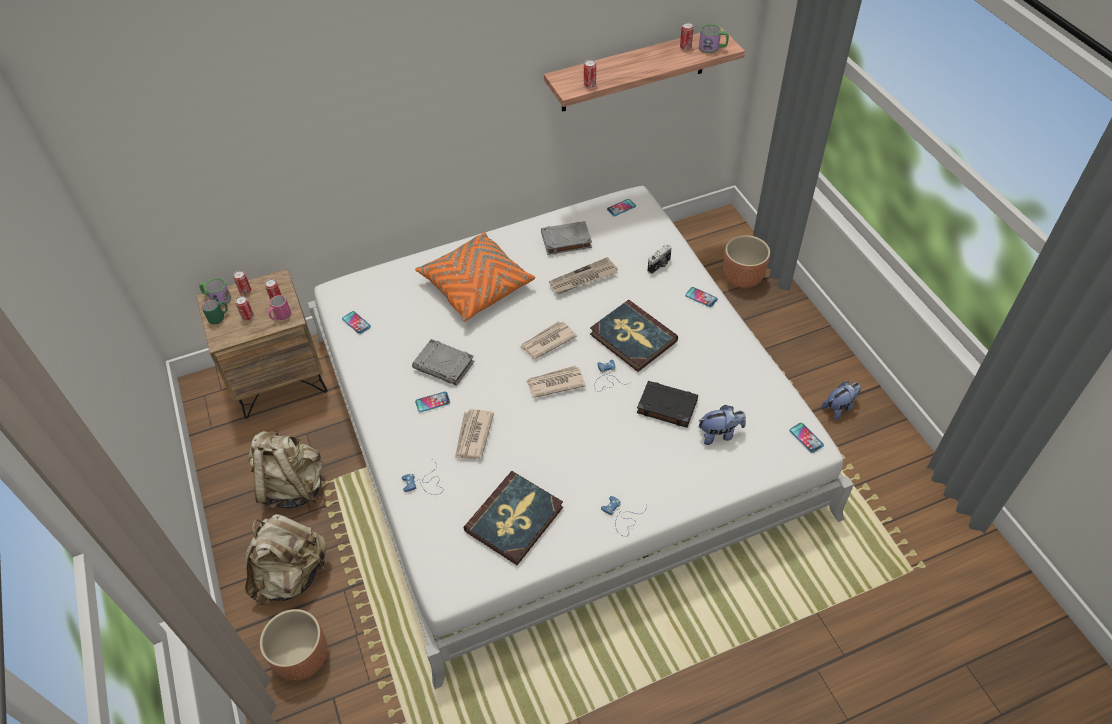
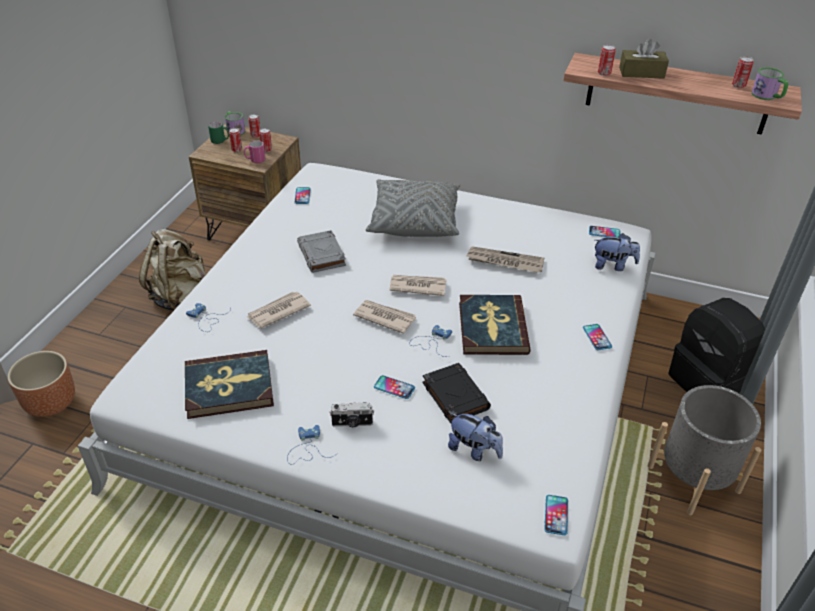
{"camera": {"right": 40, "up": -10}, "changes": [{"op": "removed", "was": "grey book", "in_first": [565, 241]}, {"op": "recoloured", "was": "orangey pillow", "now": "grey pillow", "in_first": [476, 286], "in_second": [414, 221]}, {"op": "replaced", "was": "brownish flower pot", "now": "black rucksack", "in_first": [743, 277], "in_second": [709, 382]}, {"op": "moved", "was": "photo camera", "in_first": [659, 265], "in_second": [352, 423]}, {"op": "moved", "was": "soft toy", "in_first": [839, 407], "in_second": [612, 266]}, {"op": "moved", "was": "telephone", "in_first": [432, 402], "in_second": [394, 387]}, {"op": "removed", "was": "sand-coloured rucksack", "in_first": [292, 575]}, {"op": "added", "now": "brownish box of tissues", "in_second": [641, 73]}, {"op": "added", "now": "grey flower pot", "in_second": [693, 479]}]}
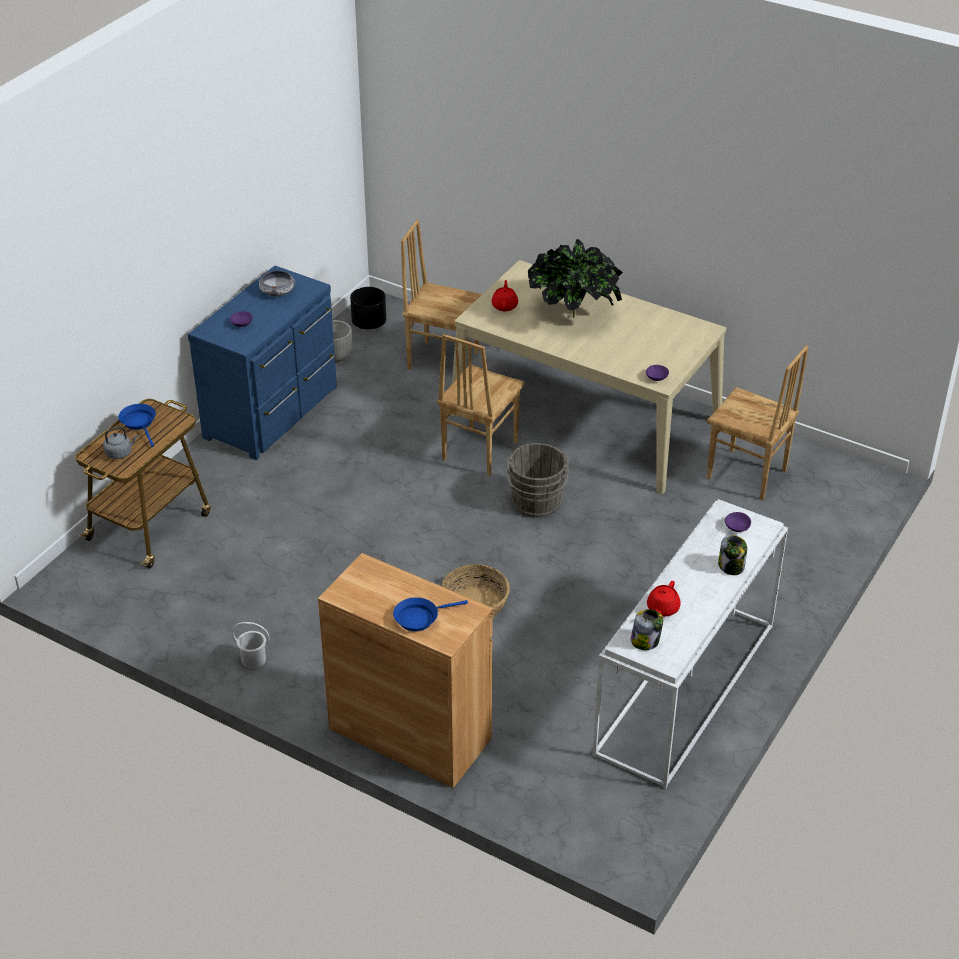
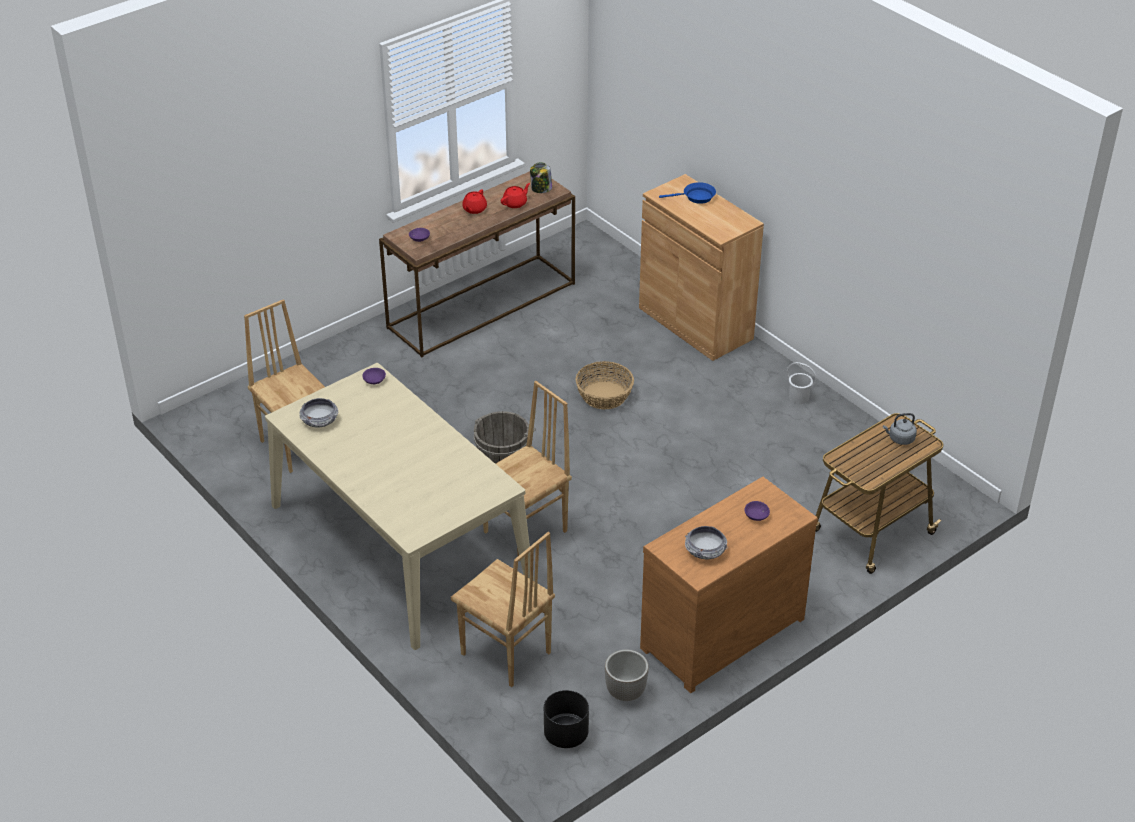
{"camera": {"right": -160, "up": 0}, "changes": [{"op": "removed", "was": "houseplant", "in_first": [573, 315]}, {"op": "recoloured", "was": "bluish dresser", "now": "brownish dresser", "in_first": [274, 413], "in_second": [718, 631]}, {"op": "moved", "was": "reddish pot for tea", "in_first": [505, 305], "in_second": [474, 209]}, {"op": "removed", "was": "bluish frying pan", "in_first": [139, 423]}, {"op": "recoloured", "was": "whitish console table", "now": "brownish console table", "in_first": [686, 690], "in_second": [482, 304]}, {"op": "removed", "was": "jar", "in_first": [731, 566]}, {"op": "added", "now": "deep dish", "in_second": [319, 420]}]}
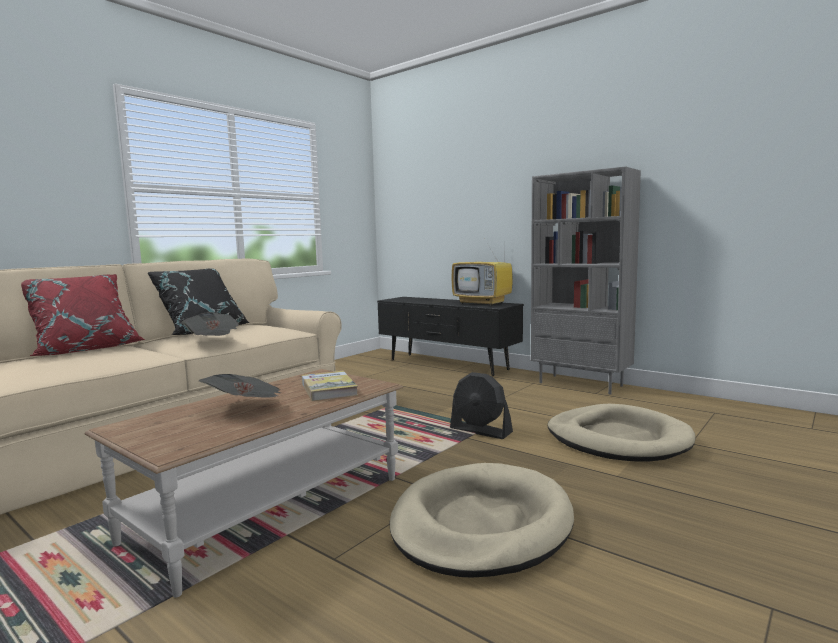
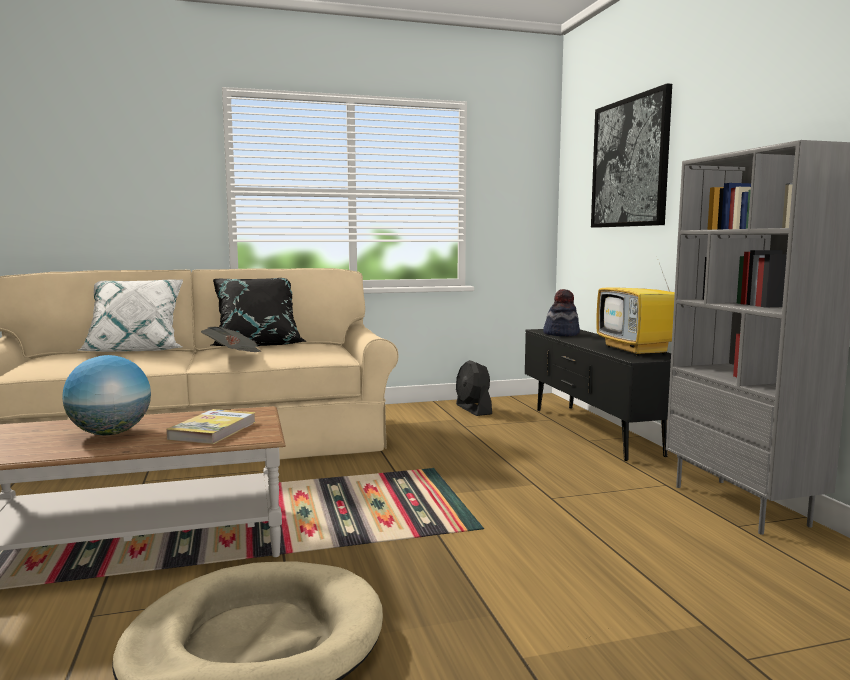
{"camera": {"right": 35, "up": 0}, "changes": [{"op": "recoloured", "was": "reddish pillow", "now": "whitish pillow", "in_first": [84, 349], "in_second": [136, 350]}, {"op": "moved", "was": "black cooling fan", "in_first": [481, 431], "in_second": [473, 409]}, {"op": "replaced", "was": "printed paper", "now": "desk globe", "in_first": [246, 408], "in_second": [111, 433]}, {"op": "removed", "was": "sand-coloured dog bed", "in_first": [617, 439]}, {"op": "added", "now": "wall picture", "in_second": [630, 163]}, {"op": "added", "now": "clothing hat", "in_second": [561, 334]}]}
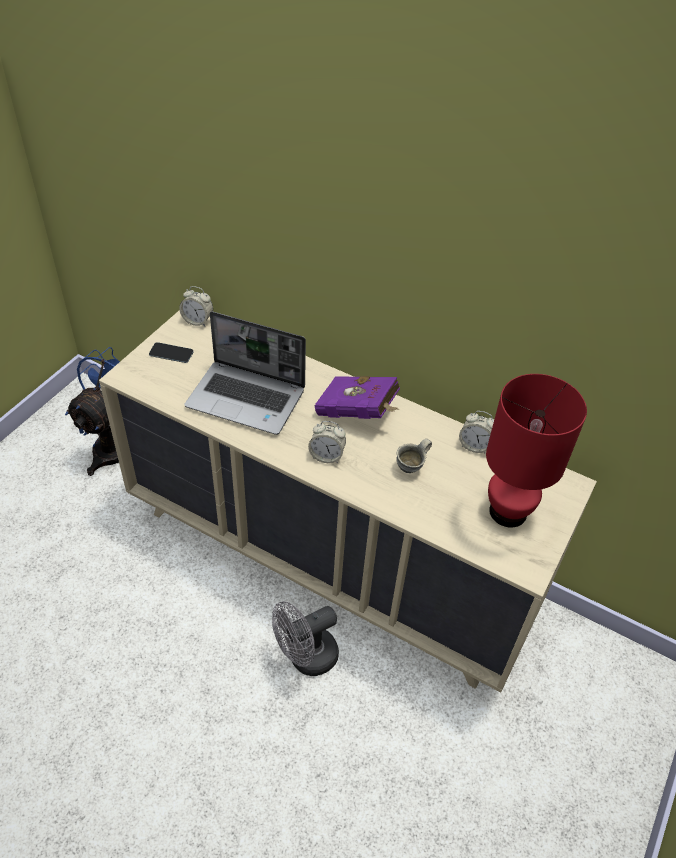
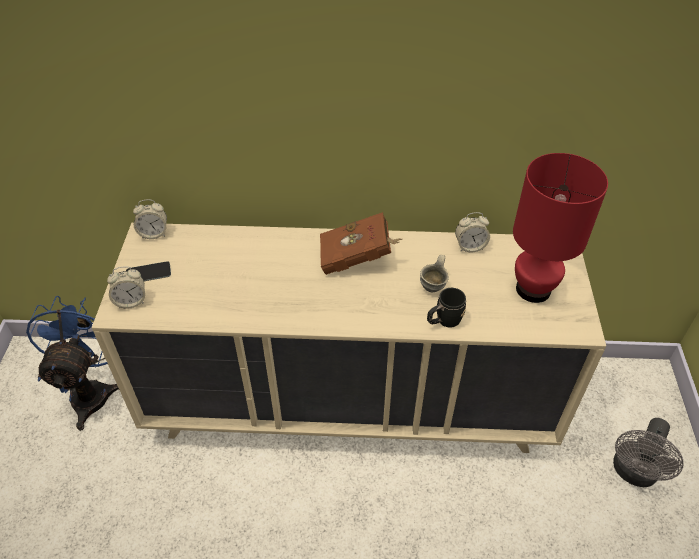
{"camera": {"right": -25, "up": 0}, "changes": [{"op": "removed", "was": "laptop", "in_first": [247, 398]}, {"op": "recoloured", "was": "purple book", "now": "brownish book", "in_first": [359, 413], "in_second": [358, 258]}, {"op": "moved", "was": "table clock", "in_first": [326, 456], "in_second": [131, 301]}, {"op": "moved", "was": "grey cooling fan", "in_first": [306, 658], "in_second": [633, 473]}, {"op": "added", "now": "black coffee mug", "in_second": [444, 321]}]}
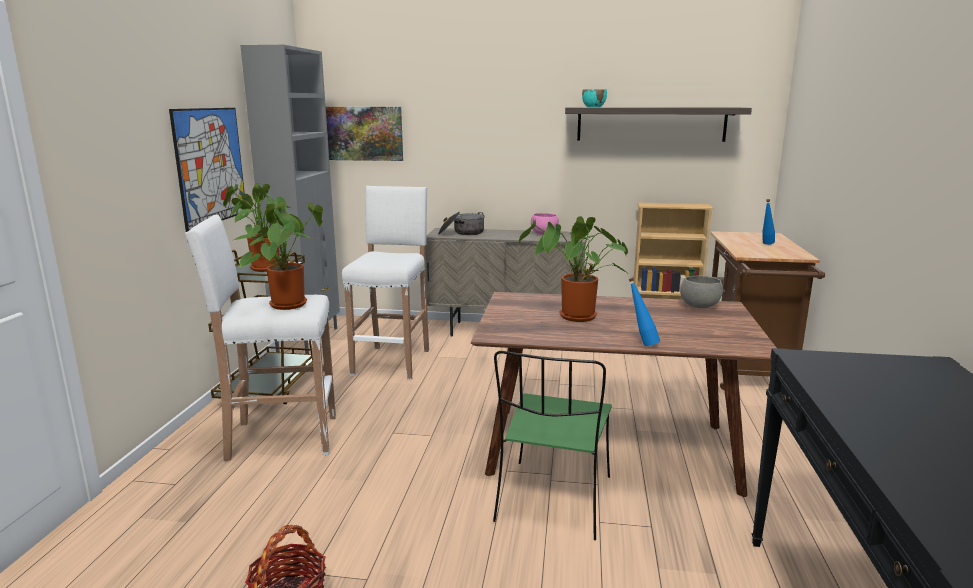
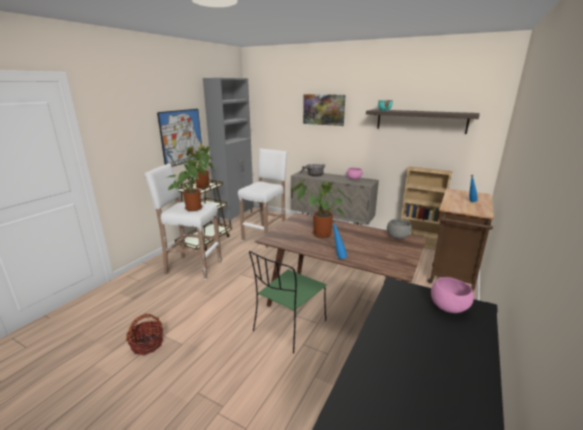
{"camera": {"right": 20, "up": 5}, "changes": [{"op": "moved", "was": "wall picture", "in_first": [364, 133], "in_second": [324, 109]}, {"op": "added", "now": "pinkish deep dish", "in_second": [448, 307]}]}
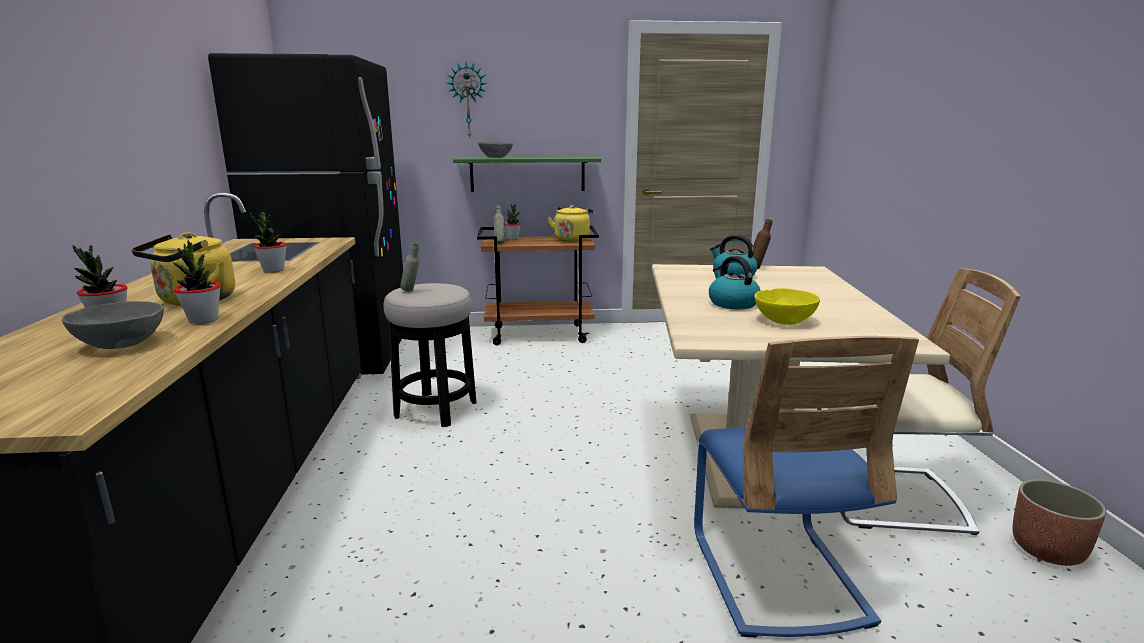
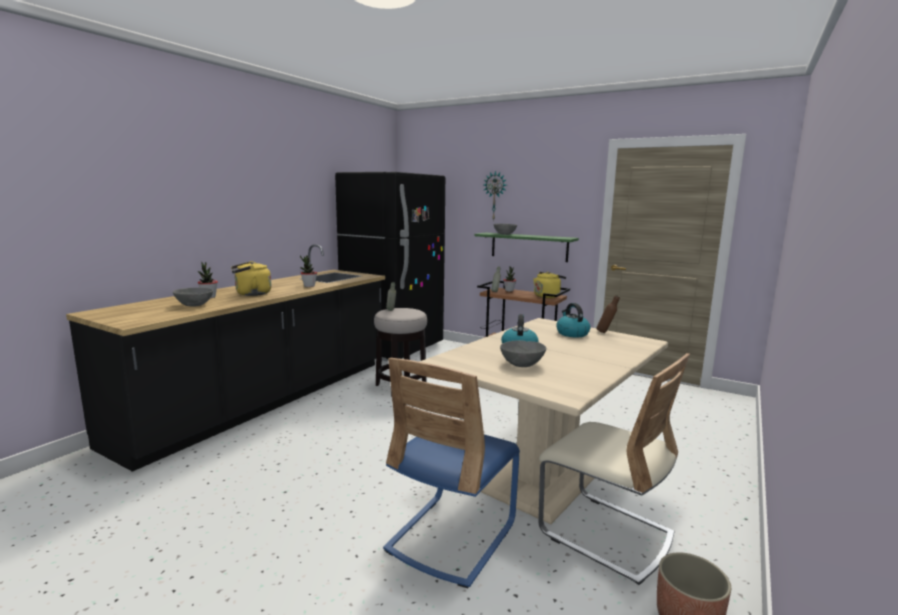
{"camera": {"right": 35, "up": -5}, "changes": [{"op": "removed", "was": "houseplant", "in_first": [203, 320]}, {"op": "recoloured", "was": "yellowish deep dish", "now": "grey deep dish", "in_first": [784, 321], "in_second": [522, 364]}]}
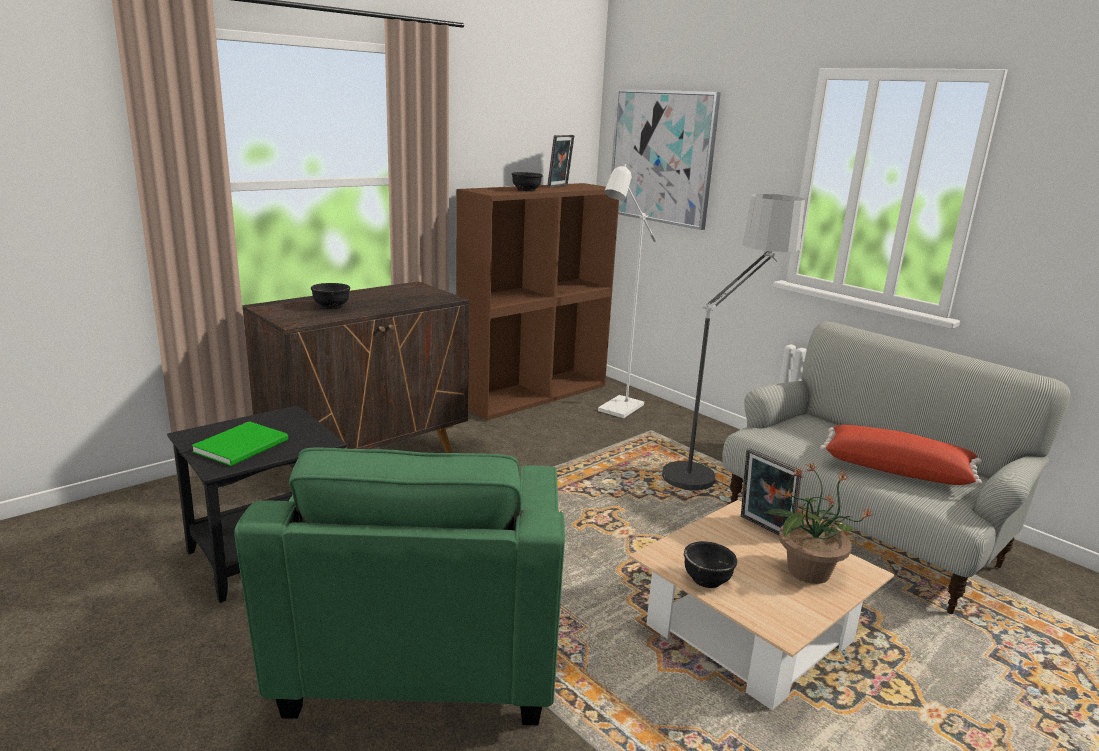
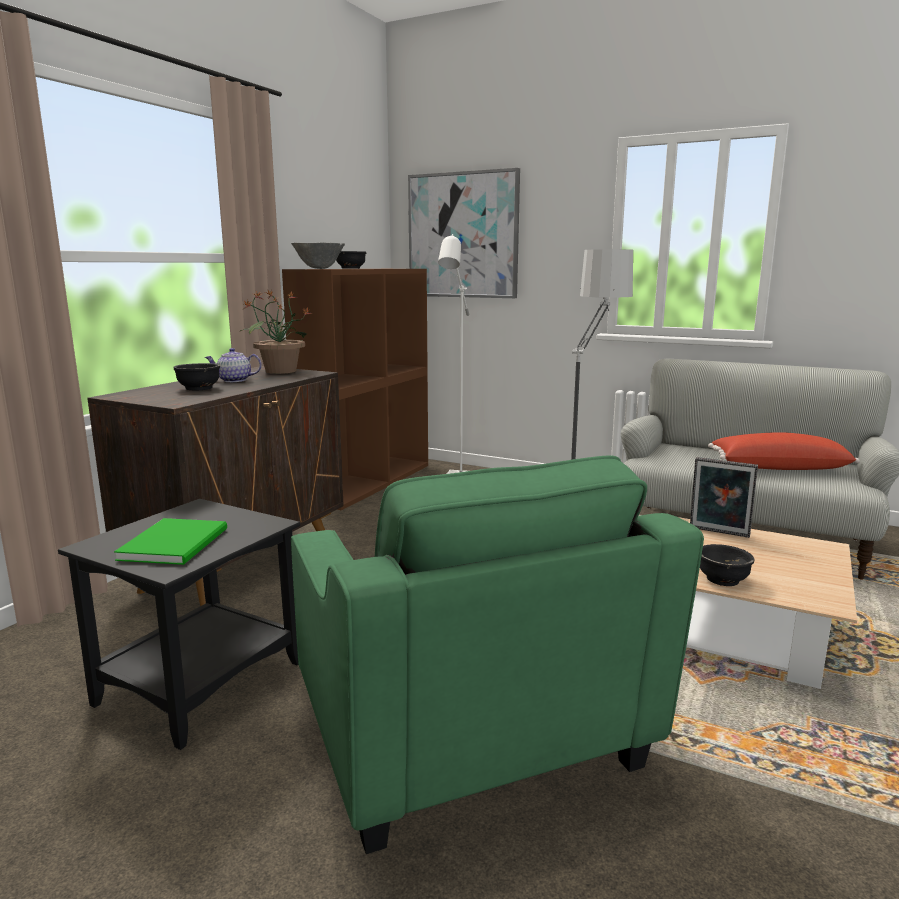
{"camera": {"right": -20, "up": -5}, "changes": [{"op": "removed", "was": "standing frame", "in_first": [559, 186]}, {"op": "moved", "was": "houseplant", "in_first": [806, 571], "in_second": [279, 371]}, {"op": "added", "now": "grey deep dish", "in_second": [319, 268]}, {"op": "added", "now": "pot for tea", "in_second": [234, 380]}]}
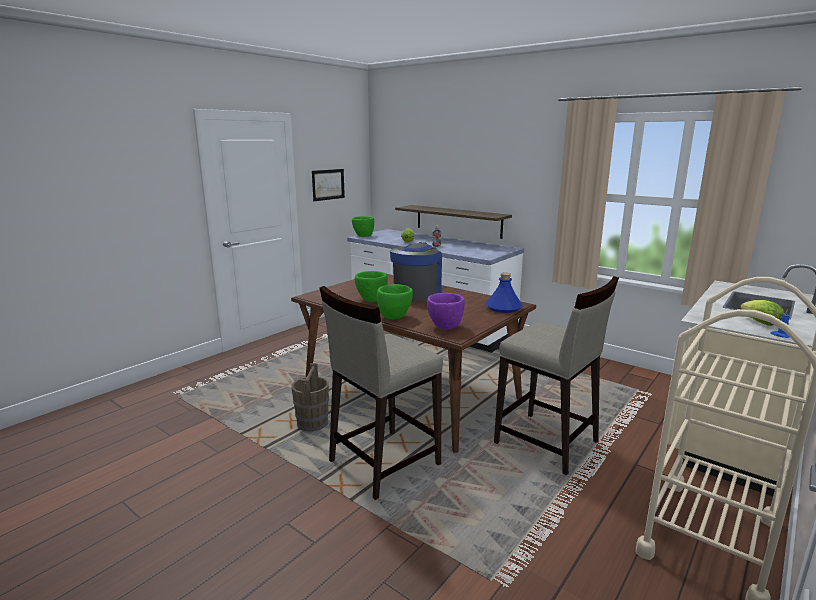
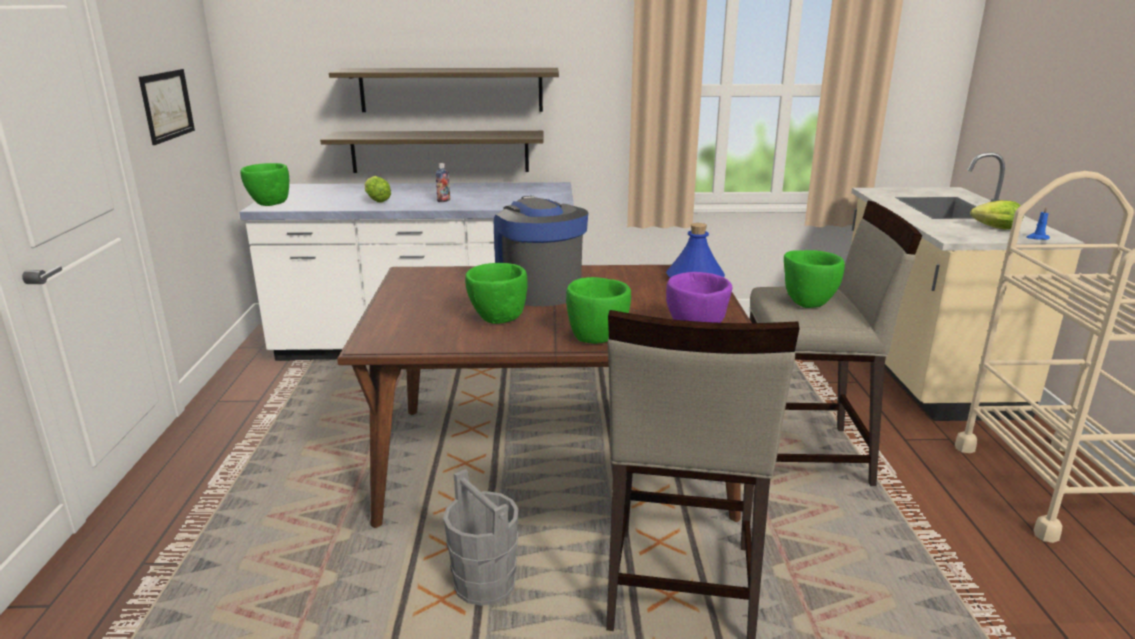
{"camera": {"right": -40, "up": 5}, "changes": [{"op": "recoloured", "was": "brownish pail", "now": "grey pail", "in_first": [312, 423], "in_second": [484, 583]}, {"op": "added", "now": "bracket shelf", "in_second": [451, 90]}, {"op": "added", "now": "green deep dish", "in_second": [808, 303]}]}
